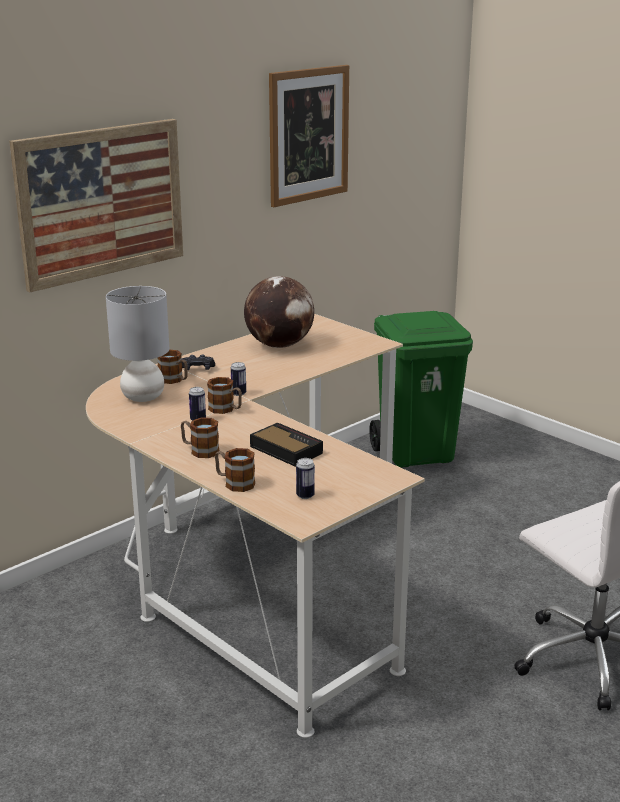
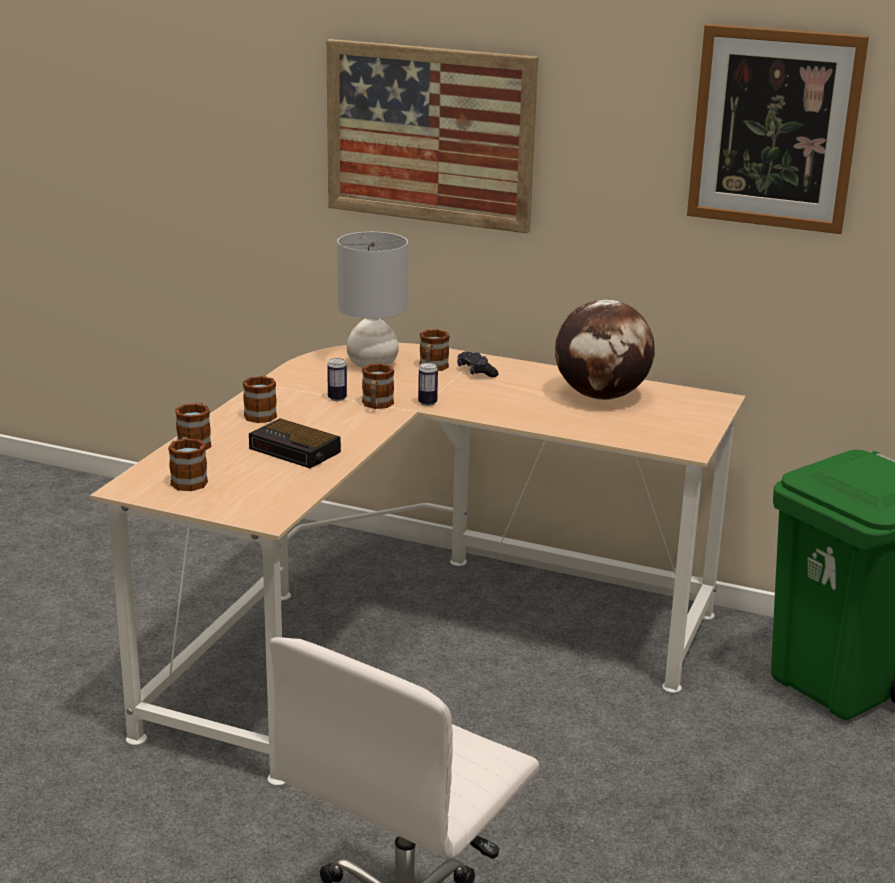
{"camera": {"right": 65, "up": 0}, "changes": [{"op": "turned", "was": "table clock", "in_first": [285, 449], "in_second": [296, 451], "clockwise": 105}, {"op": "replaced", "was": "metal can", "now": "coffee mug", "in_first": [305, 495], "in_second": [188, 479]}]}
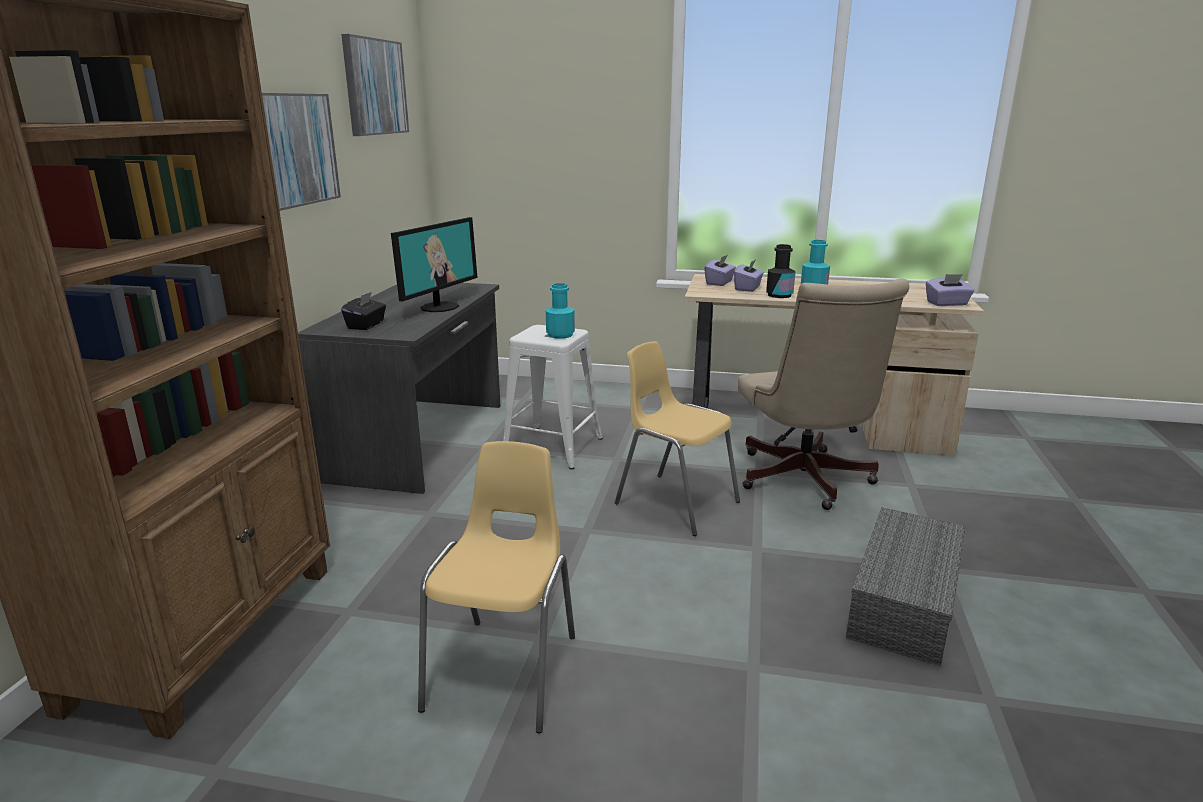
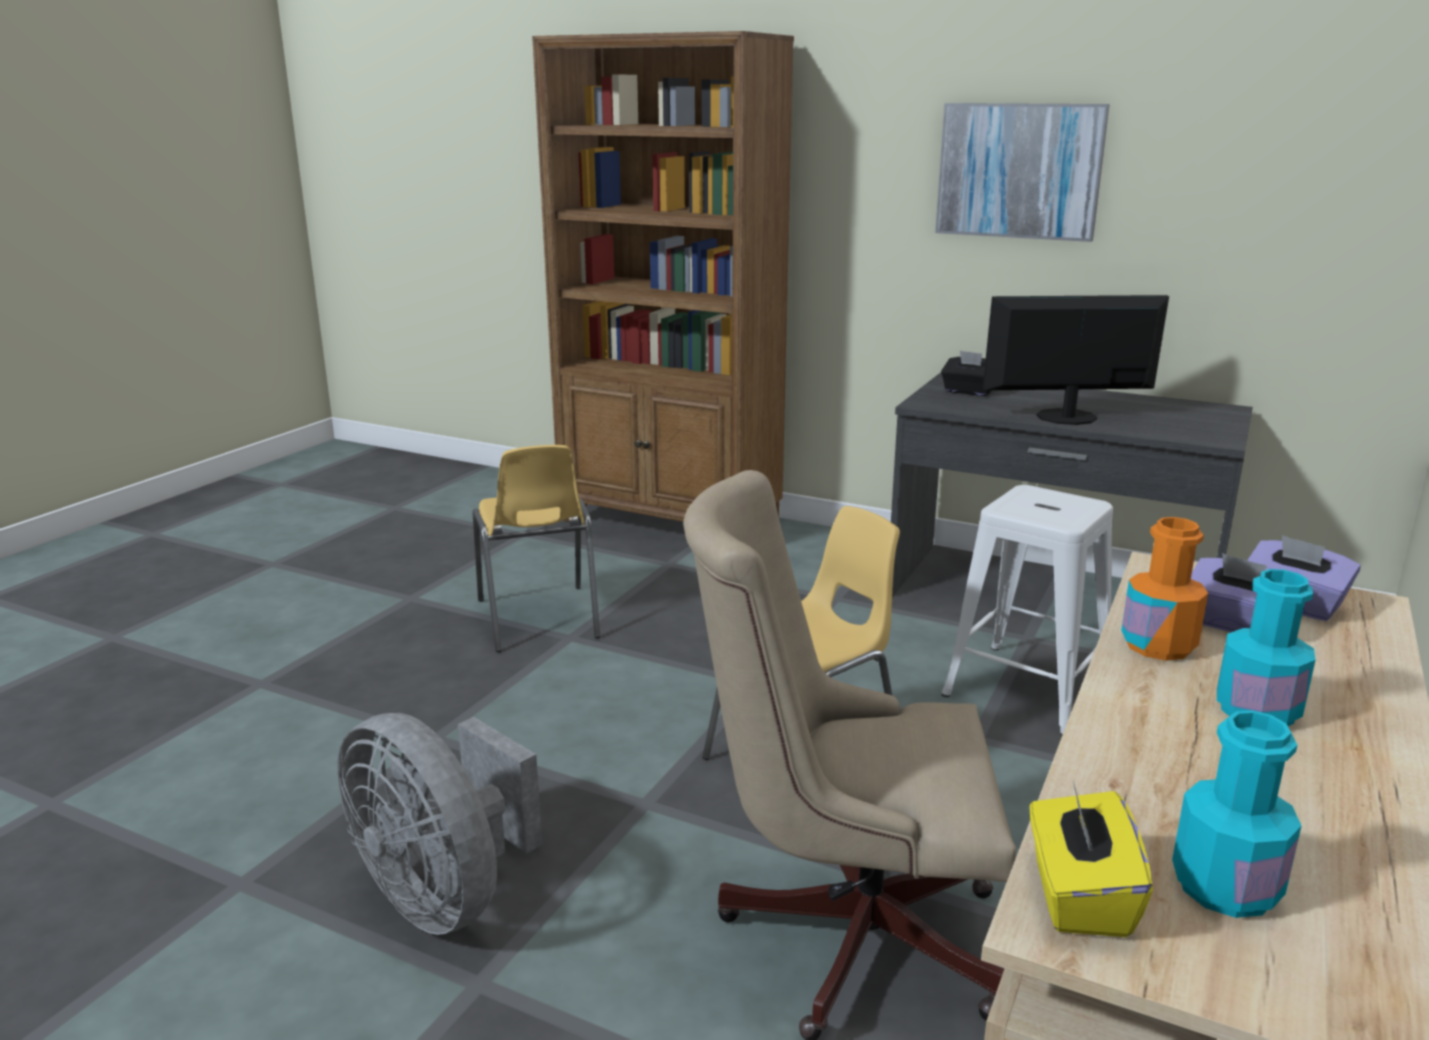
{"camera": {"right": 105, "up": 0}, "changes": [{"op": "removed", "was": "wall picture", "in_first": [374, 87]}, {"op": "turned", "was": "monitor", "in_first": [439, 307], "in_second": [1066, 417], "clockwise": 135}, {"op": "recoloured", "was": "black beverage bottle", "now": "orangey beverage bottle", "in_first": [779, 295], "in_second": [1158, 645]}, {"op": "recoloured", "was": "purple box of tissues", "now": "yellowish box of tissues", "in_first": [947, 303], "in_second": [1078, 896]}, {"op": "moved", "was": "turquoise beverage bottle", "in_first": [560, 335], "in_second": [1225, 887]}, {"op": "turned", "was": "yellowish chair", "in_first": [505, 671], "in_second": [538, 619], "clockwise": 45}, {"op": "replaced", "was": "grey storage box", "now": "grey cooling fan", "in_first": [902, 600], "in_second": [444, 895]}]}
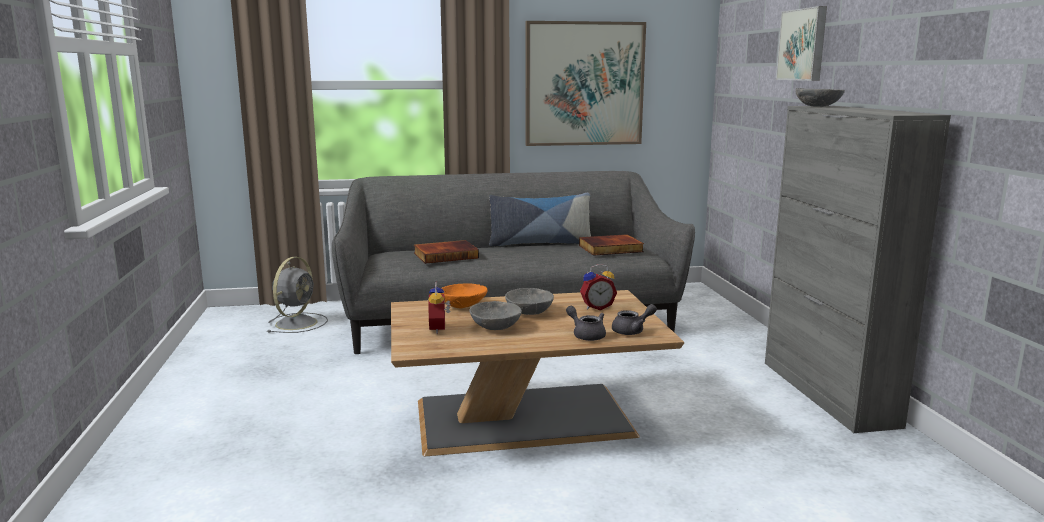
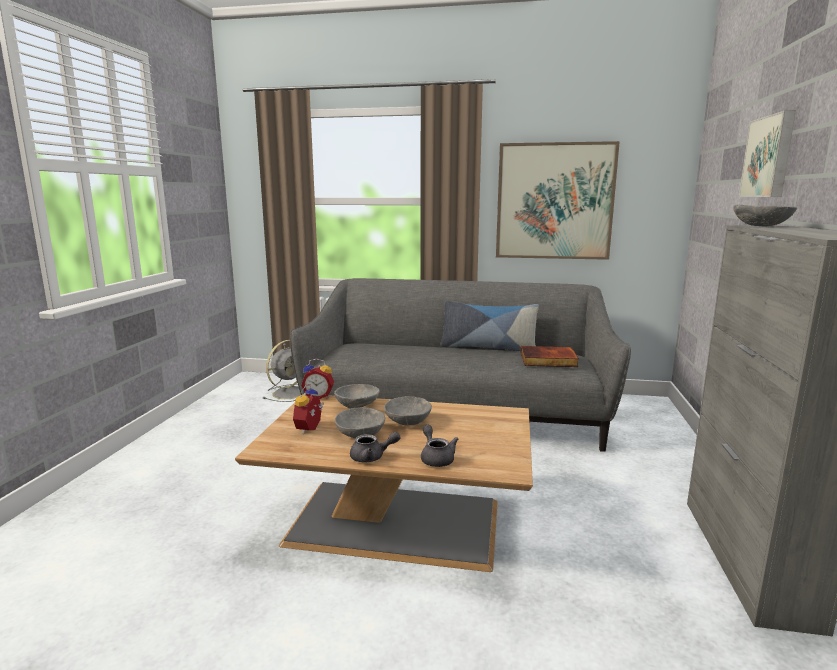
{"camera": {"right": 20, "up": 0}, "changes": [{"op": "removed", "was": "book", "in_first": [446, 255]}, {"op": "moved", "was": "table clock", "in_first": [597, 307], "in_second": [319, 396]}, {"op": "recoloured", "was": "orangey deep dish", "now": "grey deep dish", "in_first": [464, 306], "in_second": [358, 406]}, {"op": "moved", "was": "grey pot for tea", "in_first": [632, 331], "in_second": [372, 457]}]}
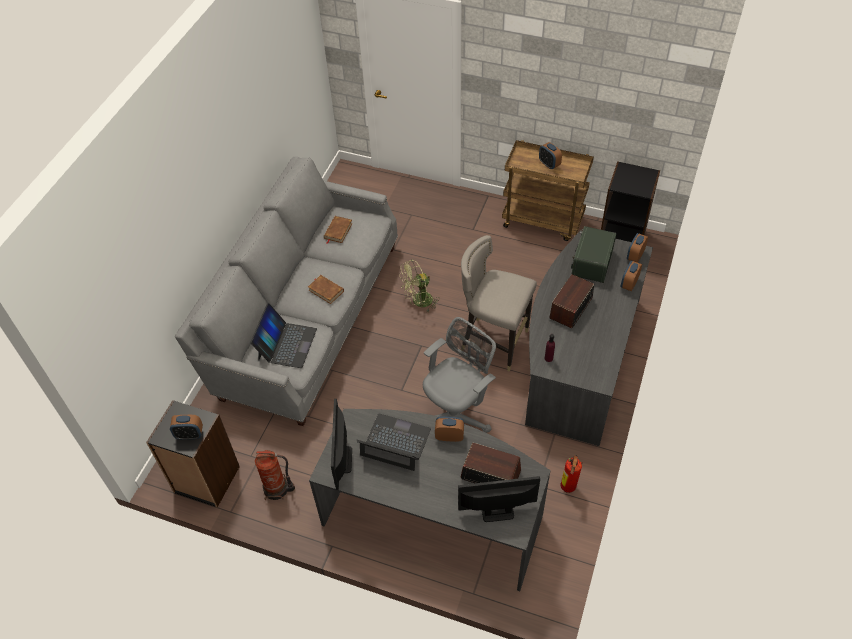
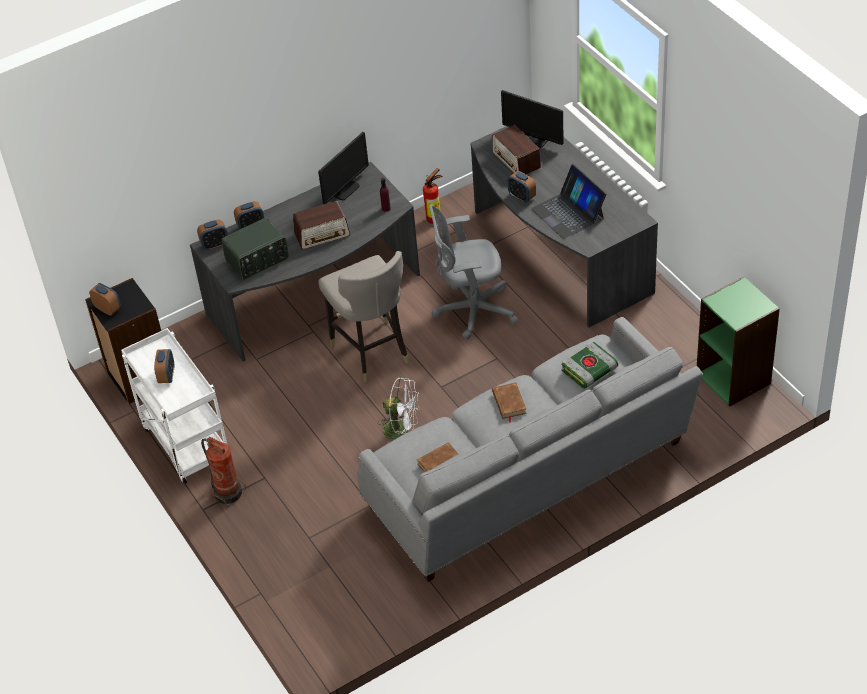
{"camera": {"right": -140, "up": -5}, "changes": [{"op": "recoloured", "was": "brownish trolley", "now": "whitish trolley", "in_first": [543, 221], "in_second": [184, 443]}, {"op": "recoloured", "was": "green cooling fan", "now": "whitish cooling fan", "in_first": [418, 302], "in_second": [402, 430]}, {"op": "replaced", "was": "laptop", "now": "book", "in_first": [286, 344], "in_second": [589, 371]}, {"op": "moved", "was": "monitor", "in_first": [342, 460], "in_second": [345, 189]}, {"op": "recoloured", "was": "black shelving unit", "now": "green shelving unit", "in_first": [206, 480], "in_second": [734, 378]}, {"op": "moved", "was": "table clock", "in_first": [189, 434], "in_second": [108, 309]}, {"op": "moved", "was": "extinguisher", "in_first": [277, 489], "in_second": [227, 492]}]}
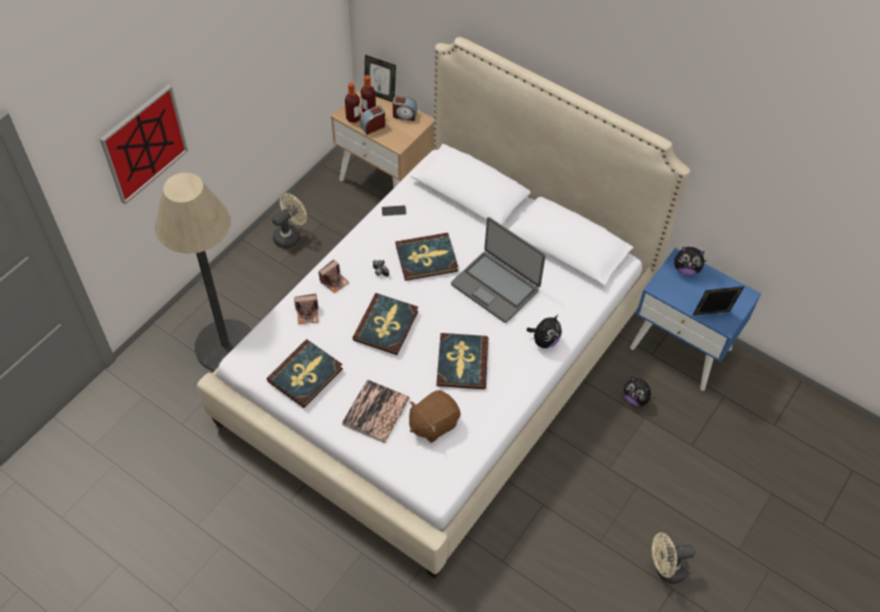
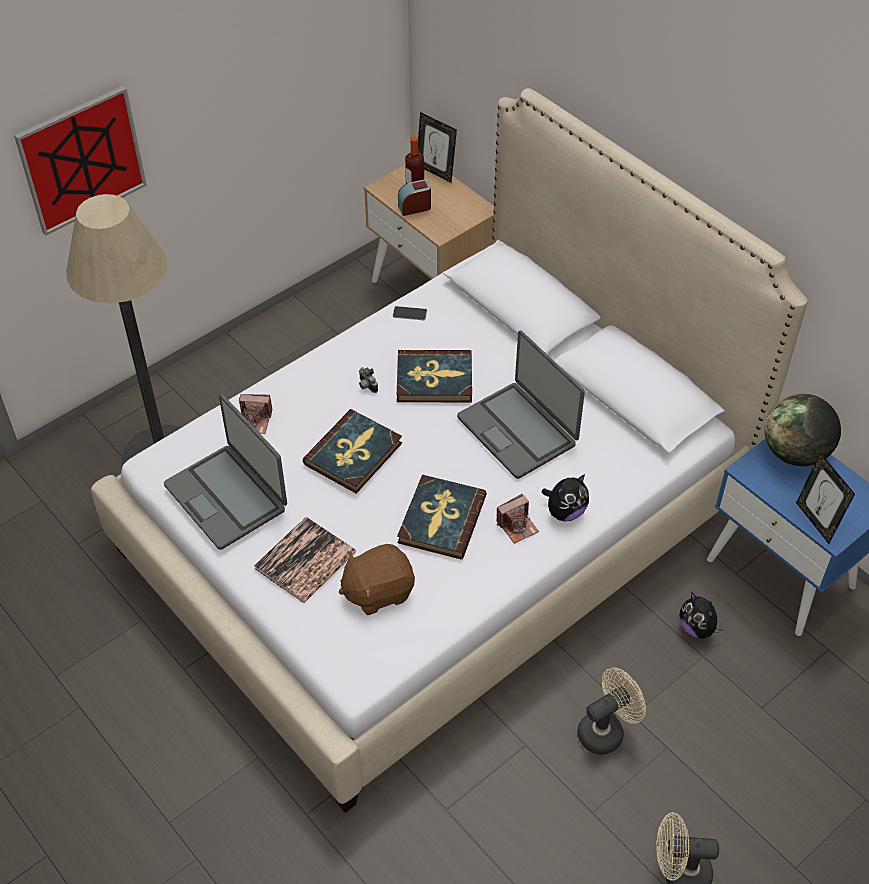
{"camera": {"right": 15, "up": -5}, "changes": [{"op": "removed", "was": "beverage bottle", "in_first": [353, 118]}, {"op": "removed", "was": "table clock", "in_first": [404, 115]}, {"op": "moved", "was": "sand-coloured cooling fan", "in_first": [290, 235], "in_second": [606, 730]}, {"op": "replaced", "was": "soft toy", "now": "desk globe", "in_first": [686, 269], "in_second": [795, 453]}, {"op": "moved", "was": "photo camera", "in_first": [334, 281], "in_second": [517, 526]}, {"op": "turned", "was": "standing frame", "in_first": [712, 316], "in_second": [816, 521], "clockwise": -120}, {"op": "replaced", "was": "book", "now": "laptop", "in_first": [305, 375], "in_second": [227, 497]}]}
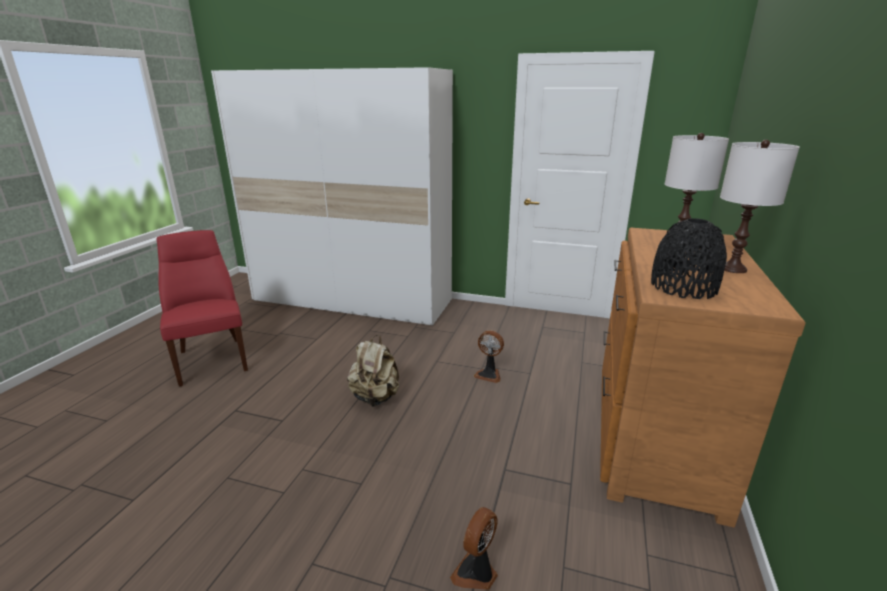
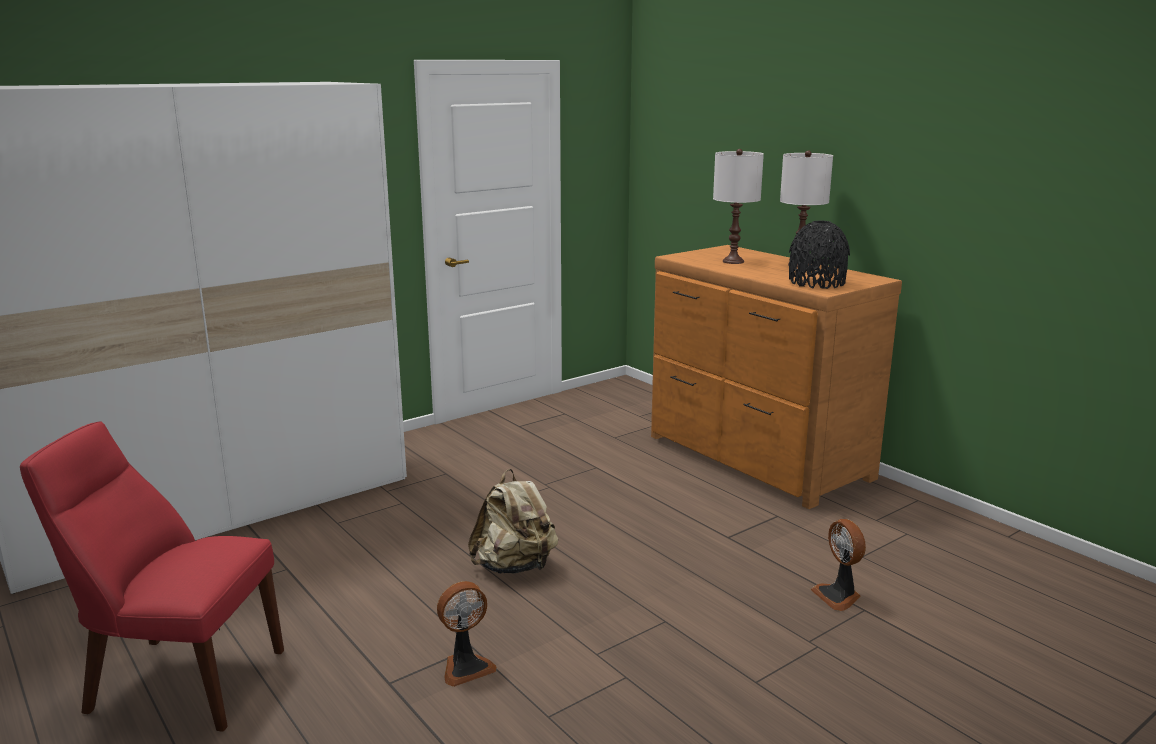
{"camera": {"right": -55, "up": -5}, "changes": [{"op": "moved", "was": "cooling fan", "in_first": [489, 374], "in_second": [466, 667]}]}
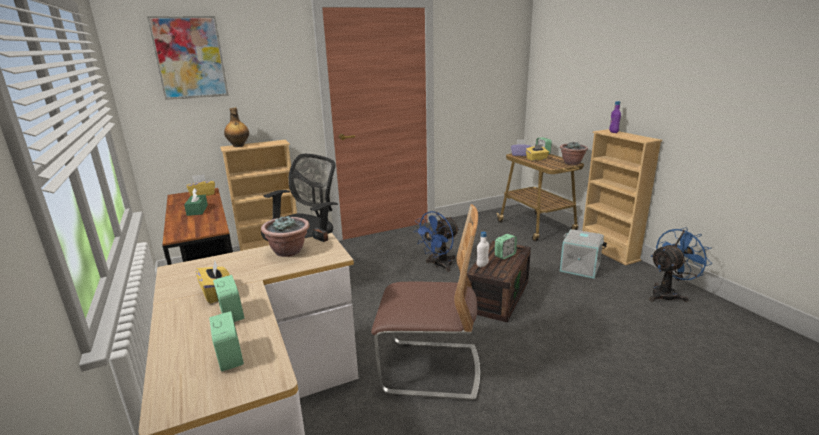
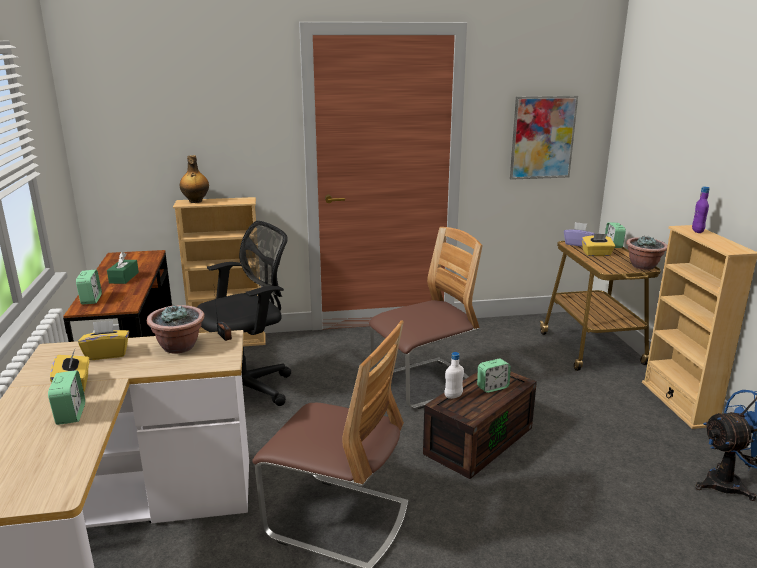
{"camera": {"right": 15, "up": 0}, "changes": [{"op": "moved", "was": "wall picture", "in_first": [190, 58], "in_second": [542, 137]}, {"op": "moved", "was": "yellowish box of tissues", "in_first": [202, 194], "in_second": [107, 354]}, {"op": "replaced", "was": "bluish cooling fan", "now": "chair", "in_first": [439, 265], "in_second": [424, 384]}, {"op": "removed", "was": "grey storage box", "in_first": [580, 267]}, {"op": "moved", "was": "table clock", "in_first": [230, 358], "in_second": [91, 300]}]}
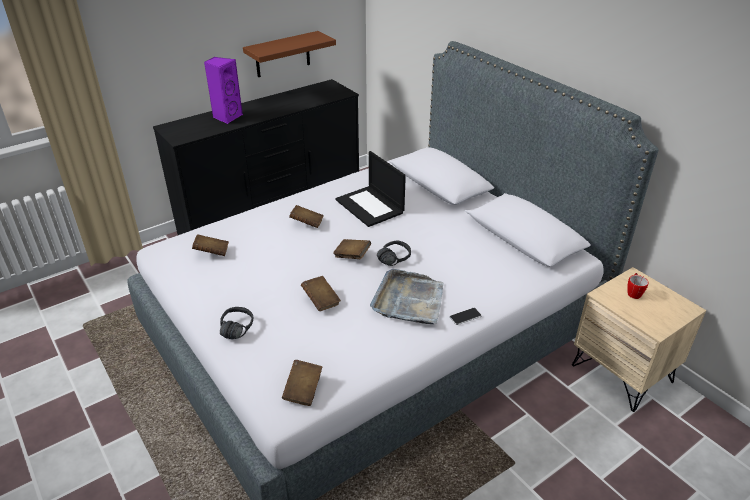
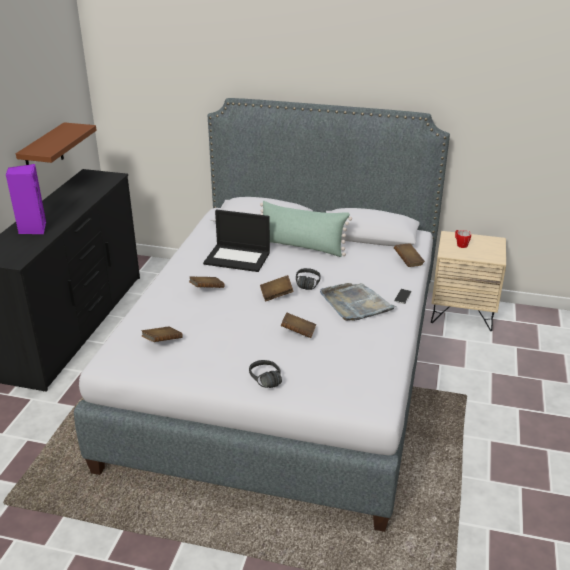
{"camera": {"right": -40, "up": -5}, "changes": [{"op": "moved", "was": "brownish book", "in_first": [303, 390], "in_second": [408, 262]}, {"op": "added", "now": "green pillow", "in_second": [301, 246]}]}
